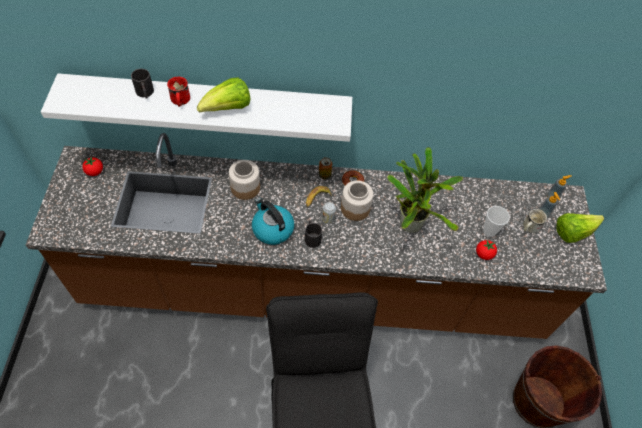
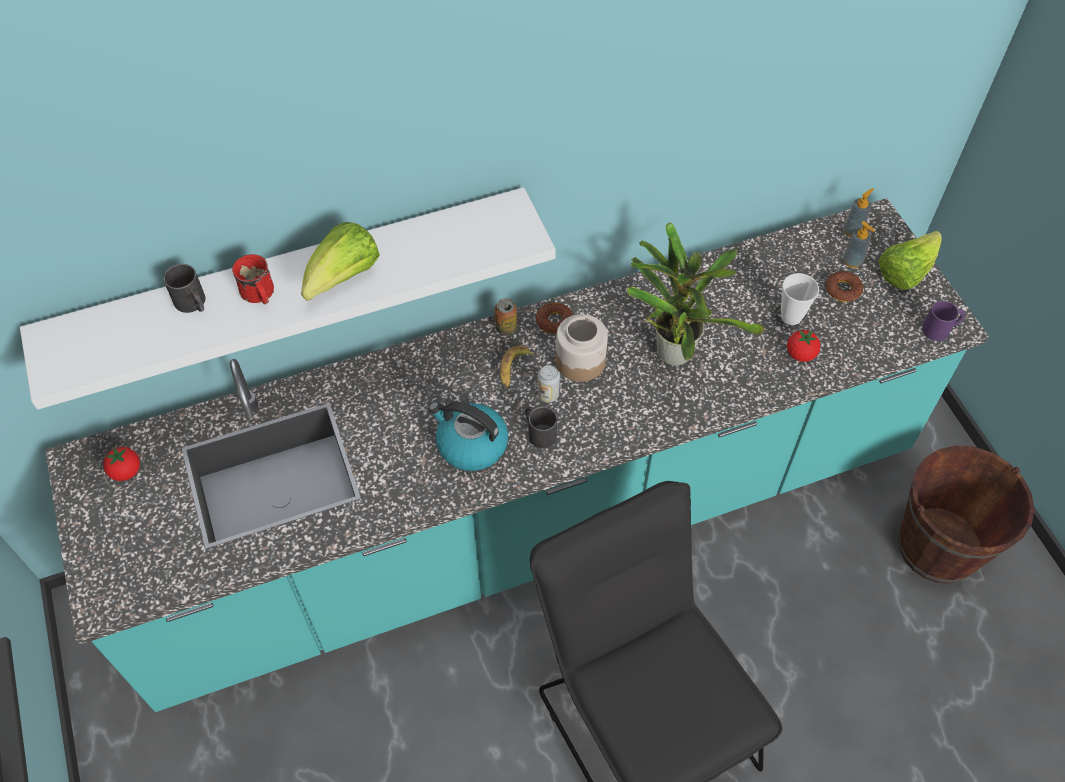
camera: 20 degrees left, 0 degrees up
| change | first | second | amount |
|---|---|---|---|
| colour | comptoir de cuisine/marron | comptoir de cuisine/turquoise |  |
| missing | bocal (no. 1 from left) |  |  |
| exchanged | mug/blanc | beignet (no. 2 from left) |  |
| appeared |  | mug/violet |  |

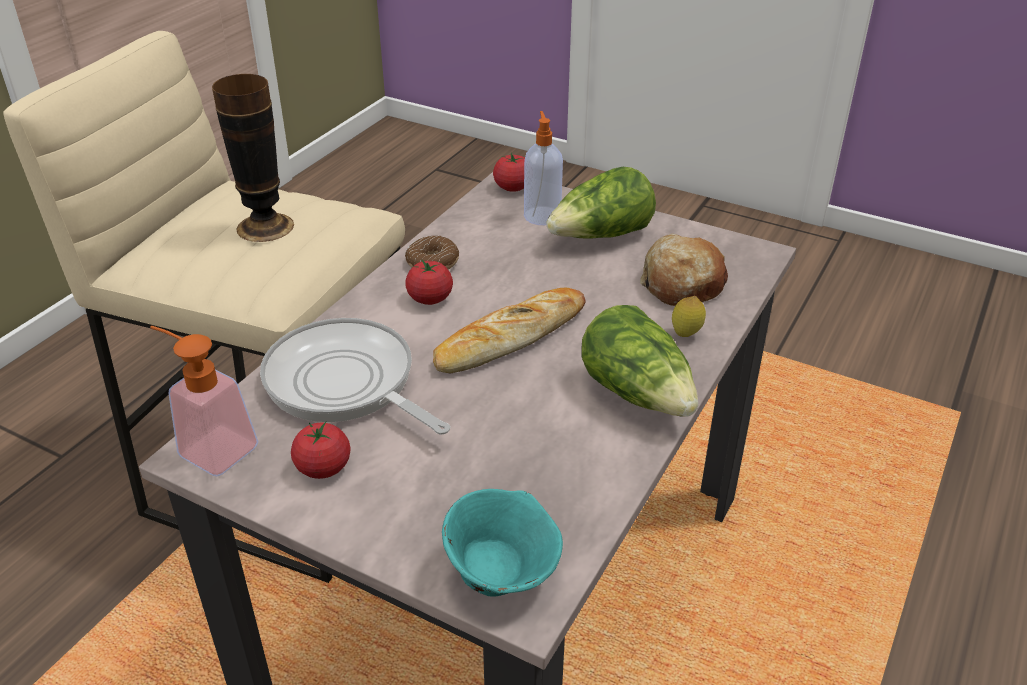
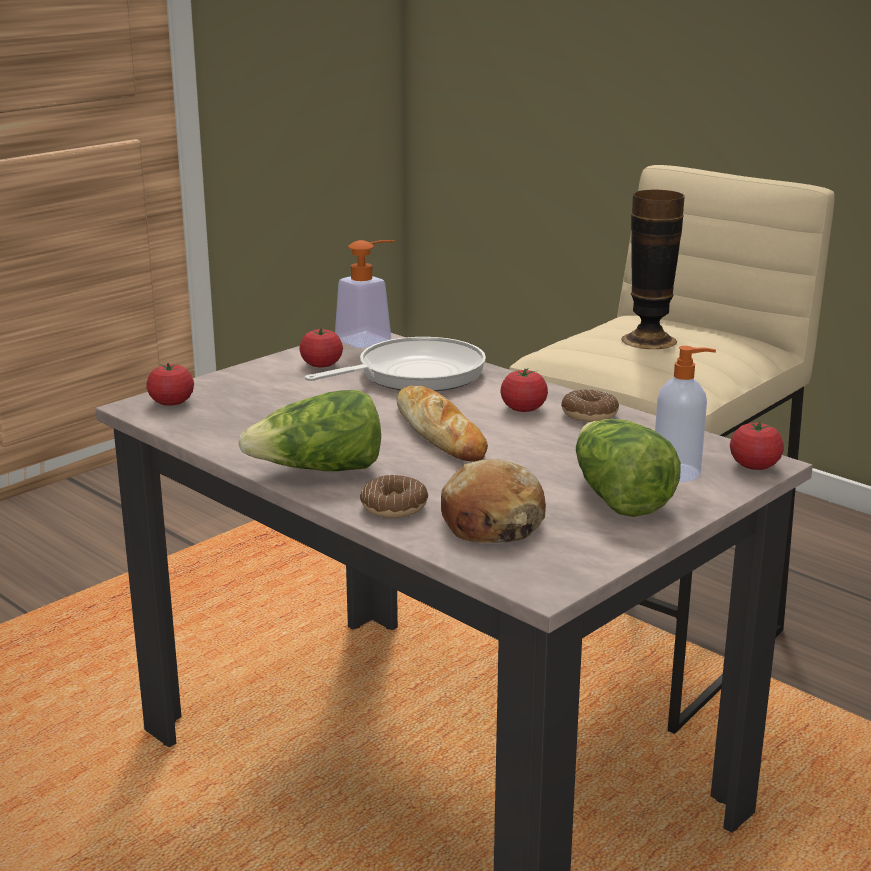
camera: 105 degrees right, 15 degrees down
| change | first | second | amount |
|---|---|---|---|
| exchanged | citron | beignet (no. 1 from left) |  |
| exchanged | bol/turquoise | tomate (no. 1 from left) |  |

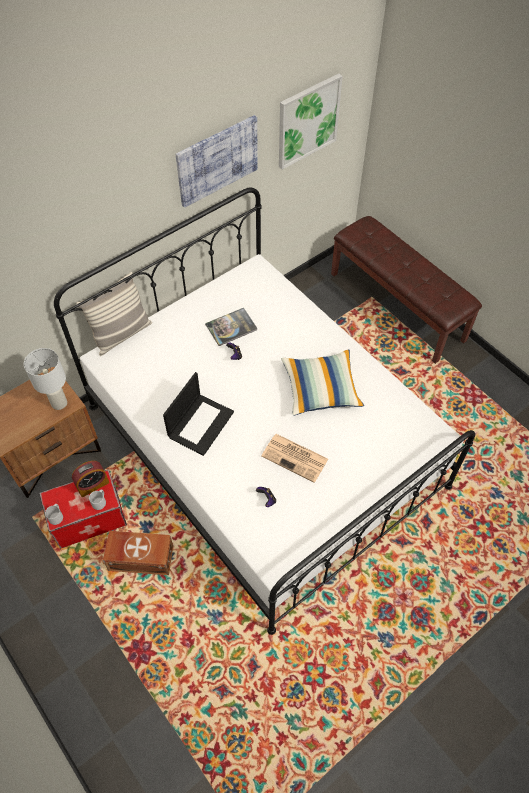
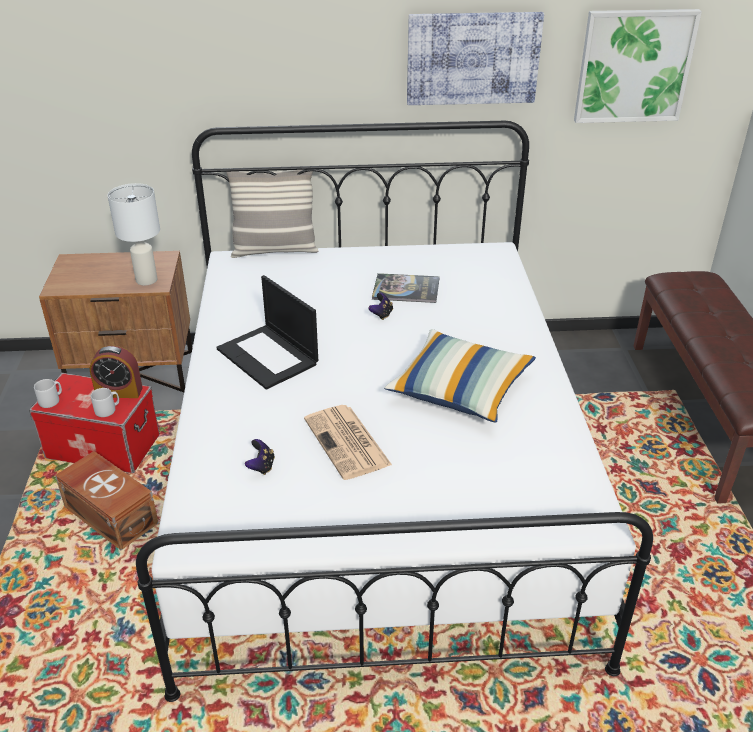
camera: 35 degrees right, 20 degrees down
| change | first | second | amount |
|---|---|---|---|
| spun | ordinateur portable |  | 75 degrees clockwise |

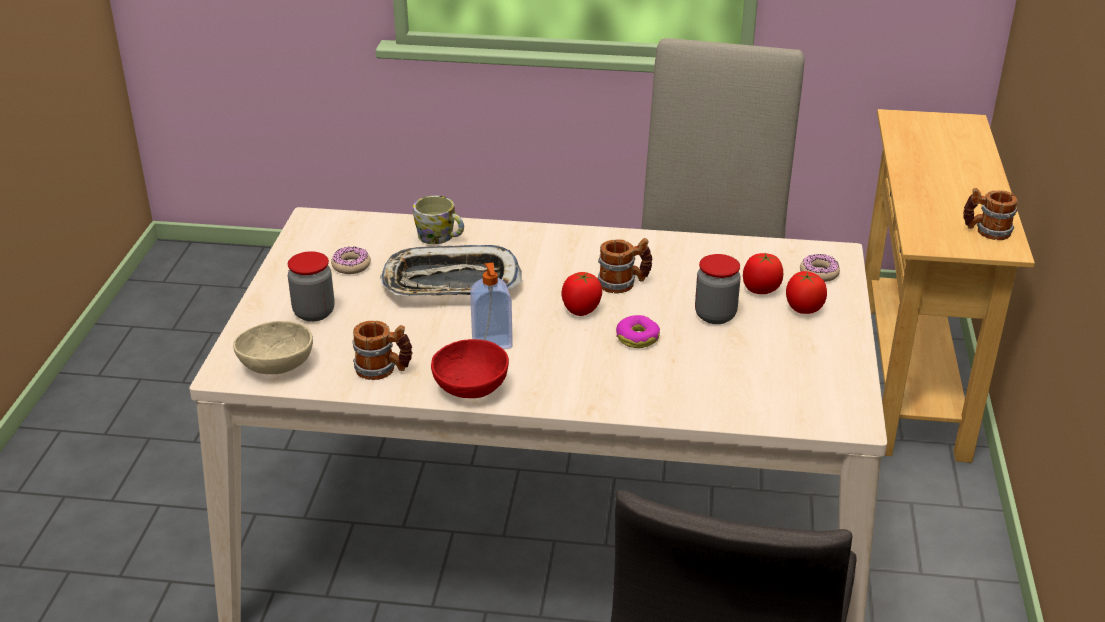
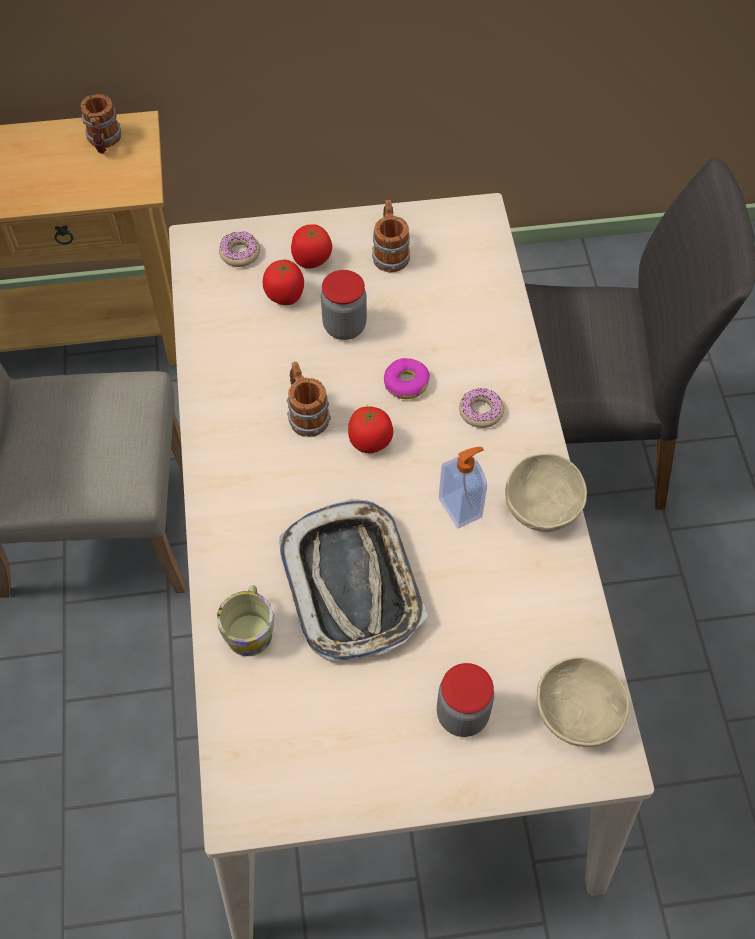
camera: 105 degrees left, 25 degrees up
| change | first | second | amount |
|---|---|---|---|
| relocated | beignet (no. 1 from left in the first image) | beignet (no. 3 from left) |  |
| relocated | mug (no. 1 from left in the first image) | mug (no. 4 from left) |  |
| colour | bol/rouge | bol/beige (no. 1 from left) |  |

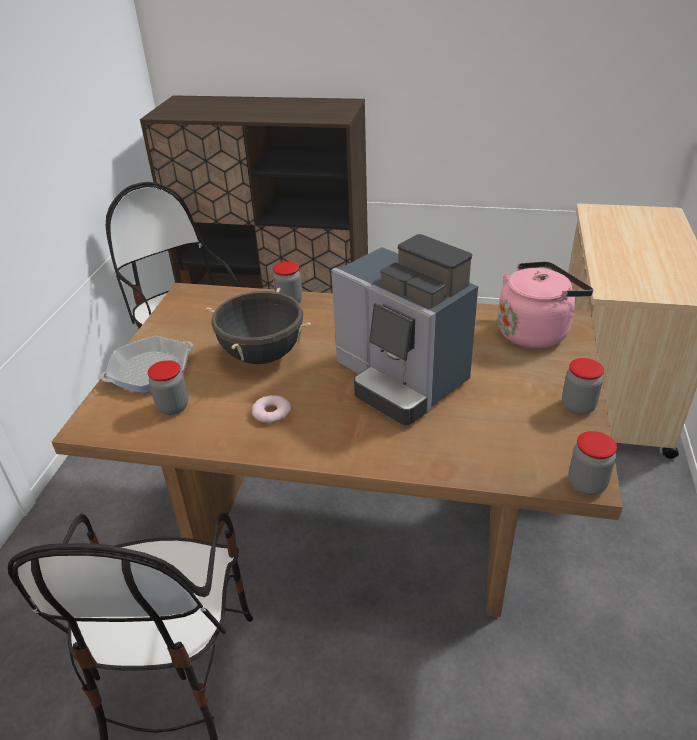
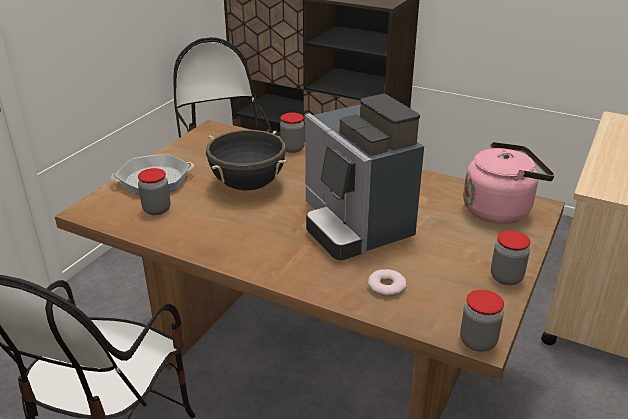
camera: 15 degrees right, 5 degrees down
| change | first | second | amount |
|---|---|---|---|
| relocated | beignet |  |  |

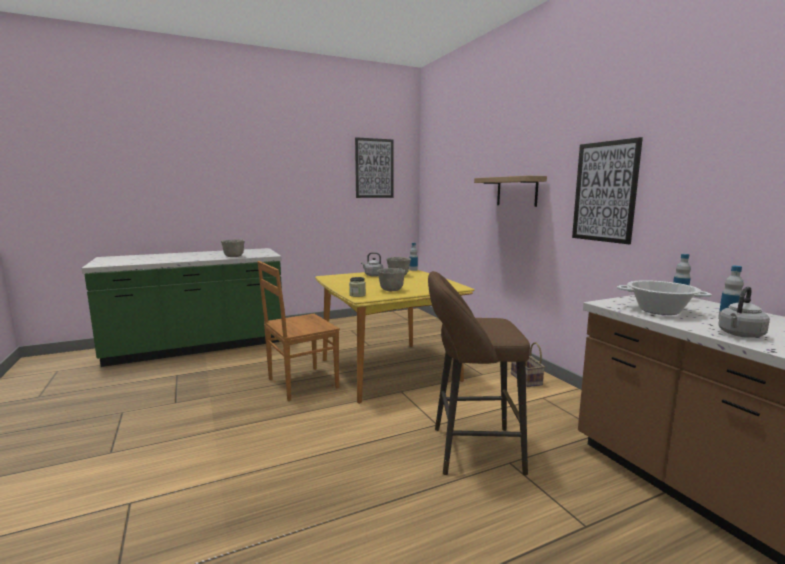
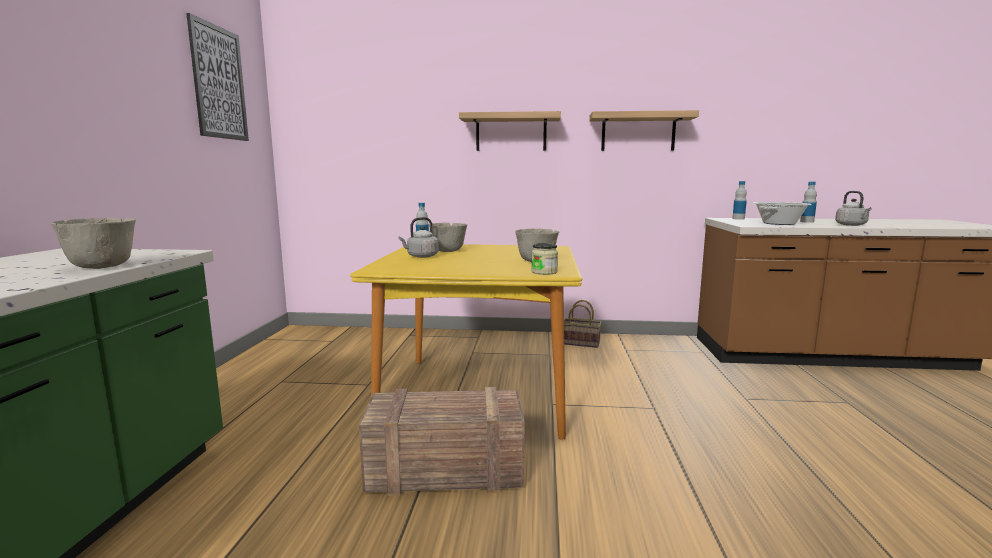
camera: 60 degrees left, 0 degrees up
| change | first | second | amount |
|---|---|---|---|
| exchanged | tableau (no. 2 from left) | étagère (no. 2 from left) |  |
| exchanged | chaise/marron | caisse |  |
| missing | tabouret/marron |  |  |

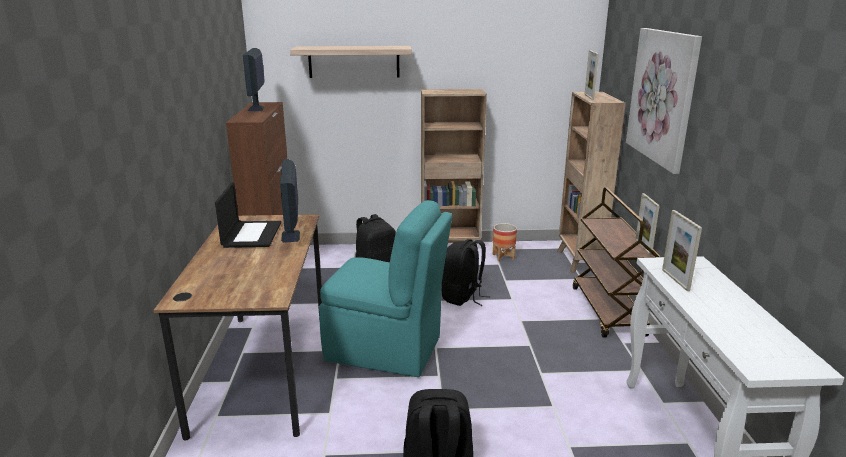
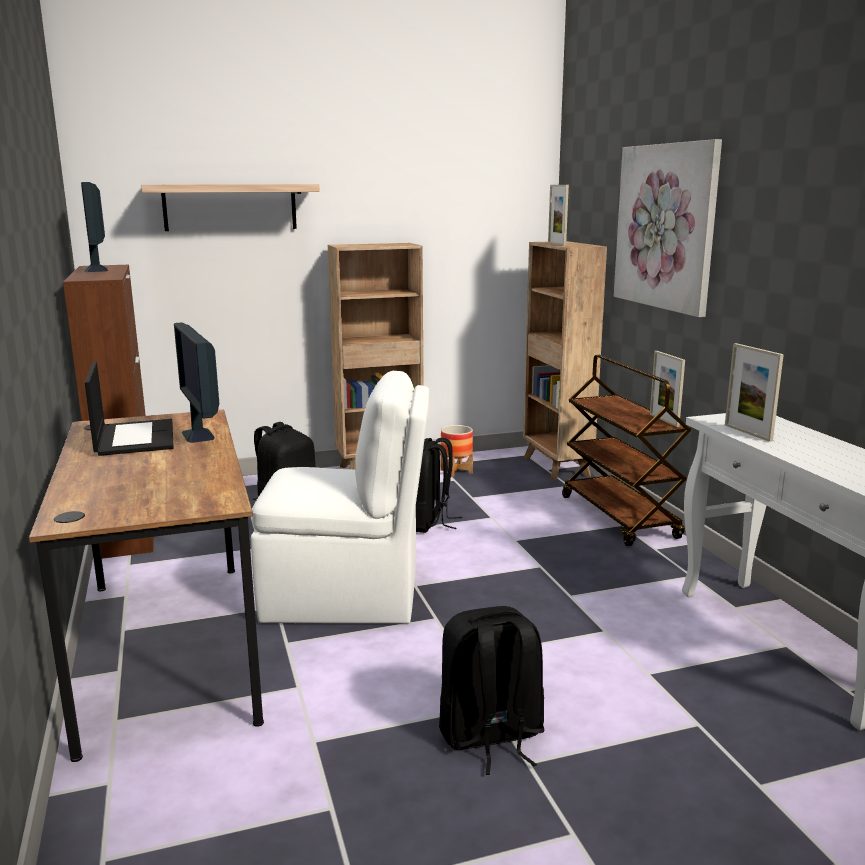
camera: 15 degrees left, 5 degrees down
| change | first | second | amount |
|---|---|---|---|
| colour | chaise/turquoise | chaise/blanc |  |

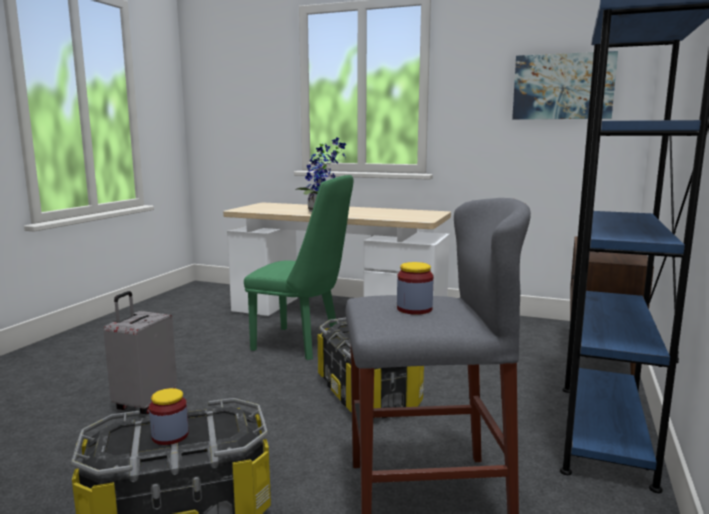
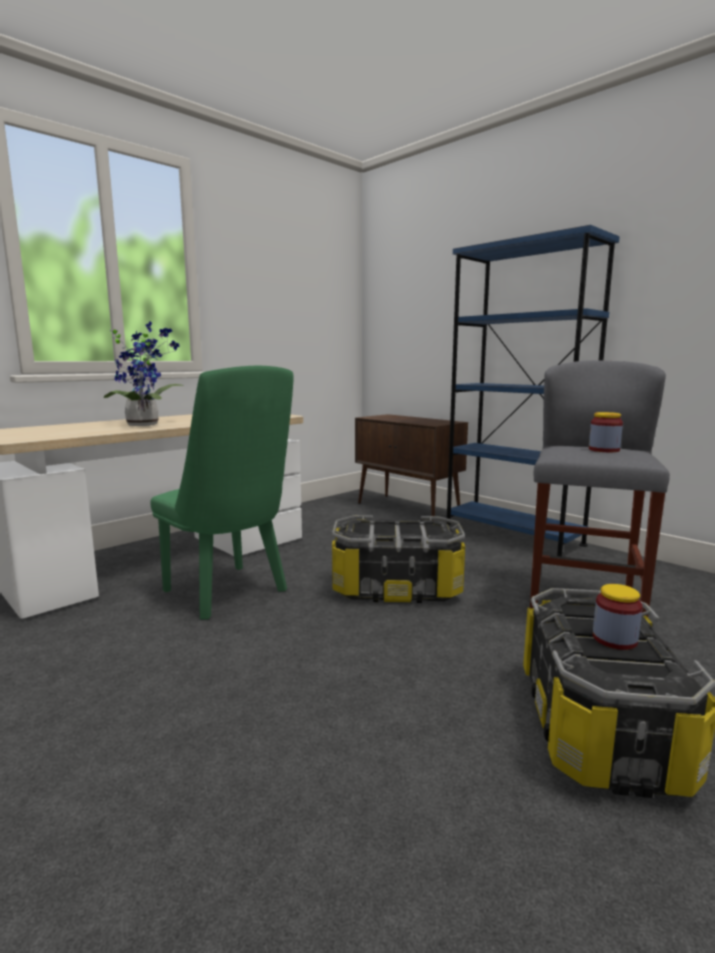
camera: 65 degrees left, 0 degrees up
| change | first | second | amount |
|---|---|---|---|
| missing | tableau |  |  |
| spun | chaise/vert |  | 90 degrees clockwise |
| missing | valise/gris |  |  |

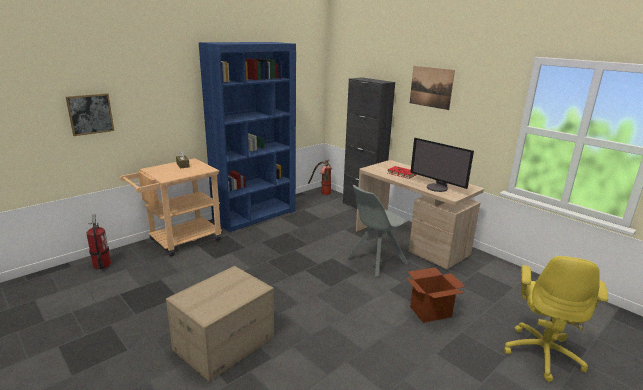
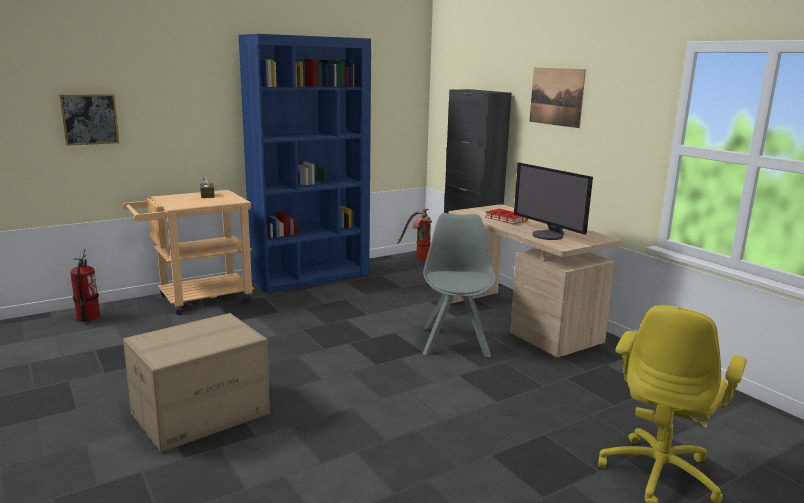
camera: 10 degrees right, 5 degrees down
| change | first | second | amount |
|---|---|---|---|
| spun | chaise/gris |  | 120 degrees clockwise |
| missing | carton (no. 2 from left) |  |  |

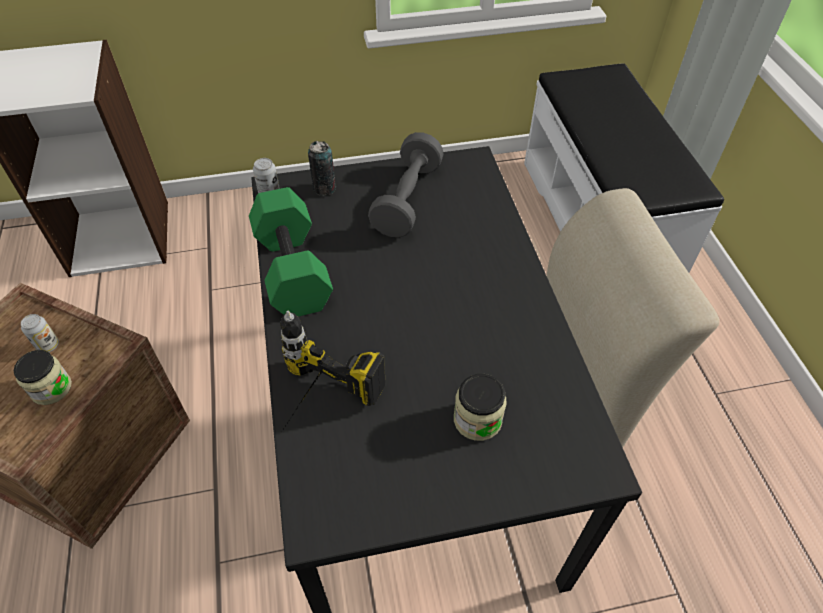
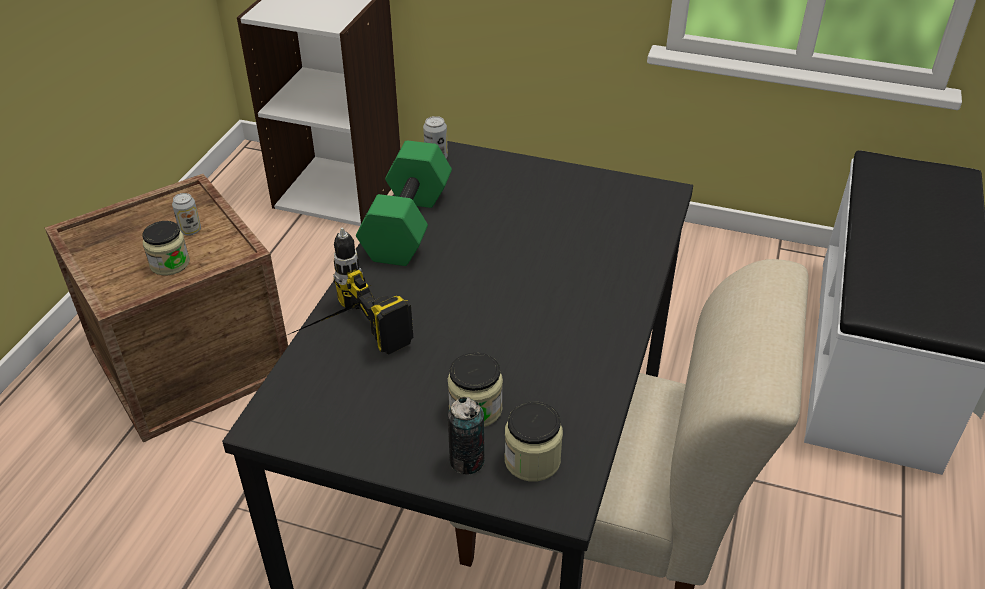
camera: 30 degrees right, 10 degrees down
| change | first | second | amount |
|---|---|---|---|
| missing | haltère/gris |  |  |
| relocated | boîte métallique (no. 3 from left) |  |  |
| appeared |  | bocal (no. 3 from left) |  |

